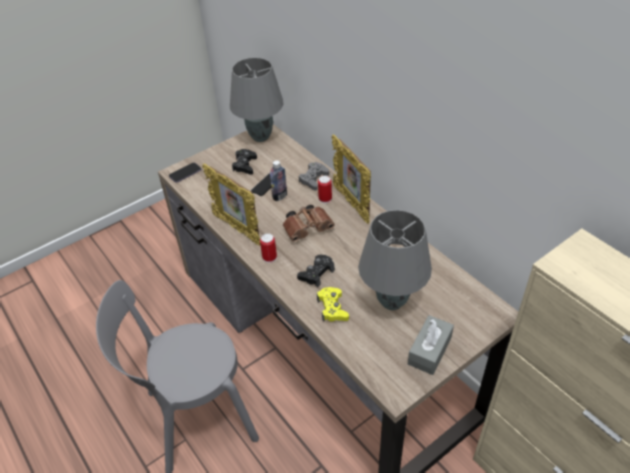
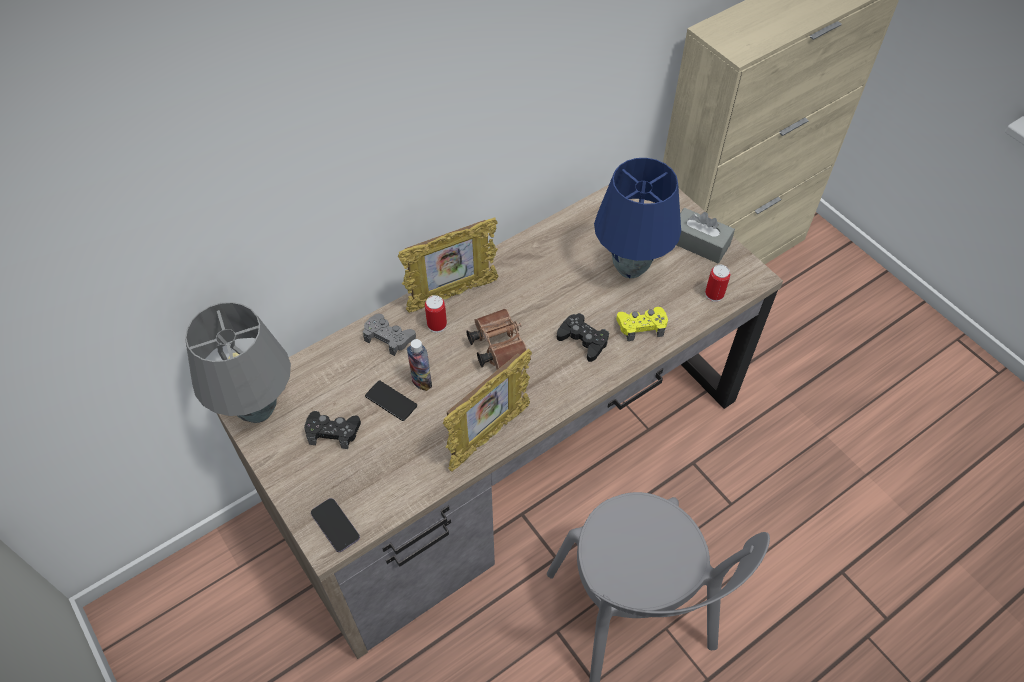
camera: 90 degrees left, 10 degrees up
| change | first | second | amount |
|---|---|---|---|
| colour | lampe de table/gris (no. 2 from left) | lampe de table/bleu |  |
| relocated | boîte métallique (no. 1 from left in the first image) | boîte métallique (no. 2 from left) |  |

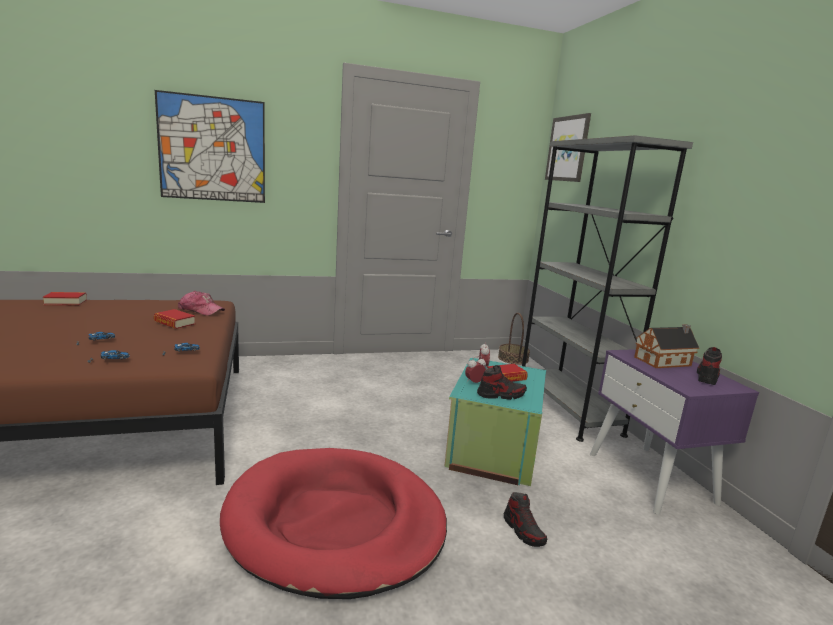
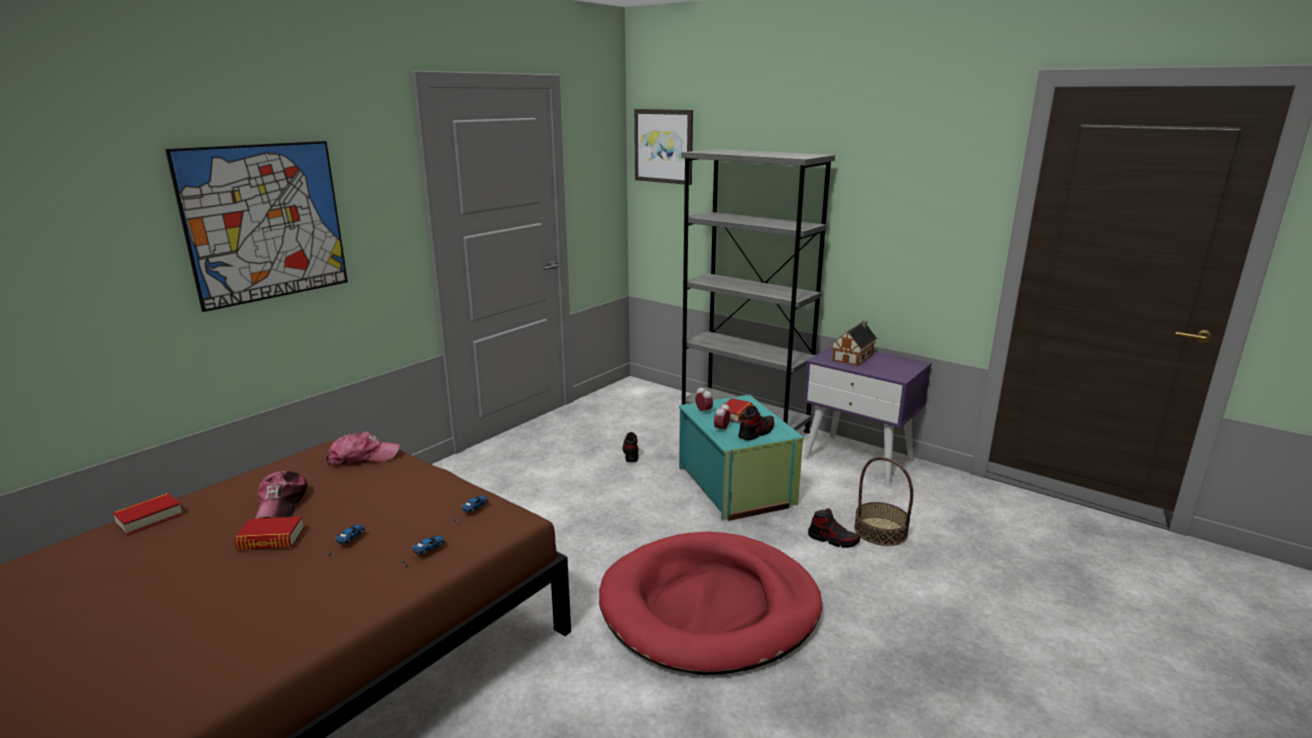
camera: 35 degrees left, 5 degrees up
| change | first | second | amount |
|---|---|---|---|
| relocated | livre (no. 2 from left) |  |  |
| relocated | panier |  |  |
| relocated | chaussure (no. 3 from left in the first image) | chaussure (no. 1 from left) |  |
| appeared |  | casquette (no. 1 from left) |  |

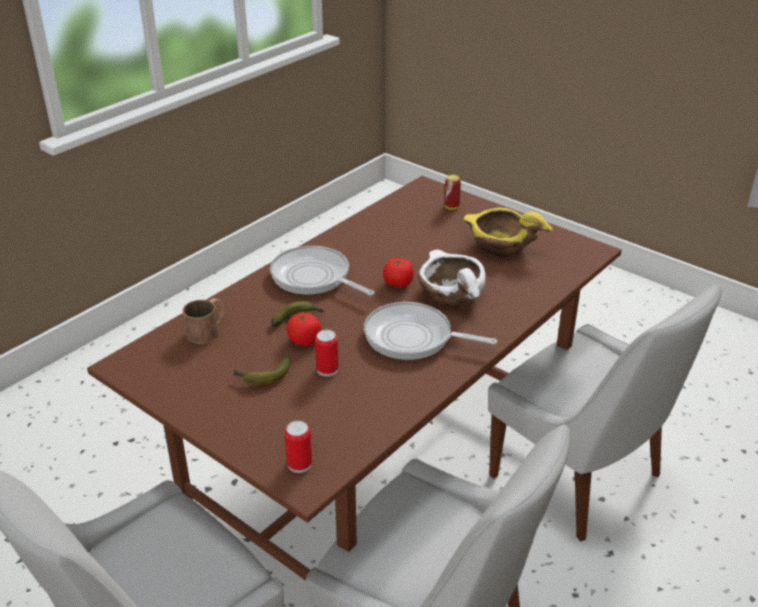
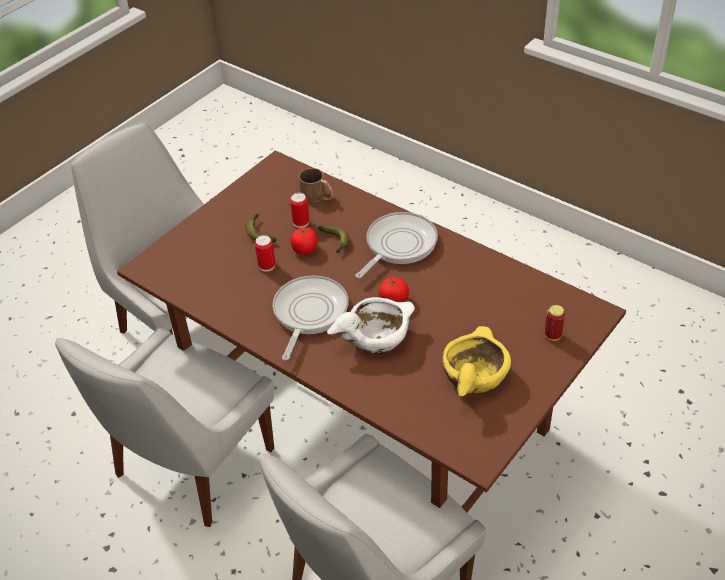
camera: 90 degrees right, 10 degrees up
| change | first | second | amount |
|---|---|---|---|
| relocated | boîte métallique (no. 1 from left in the first image) | boîte métallique (no. 2 from left) |  |

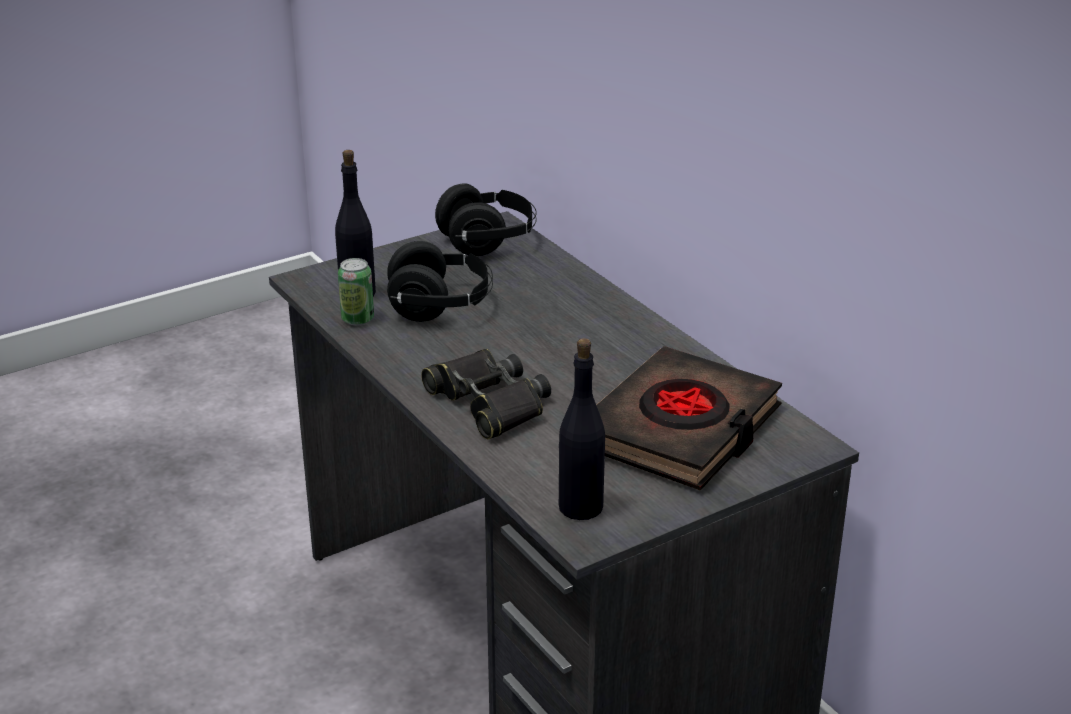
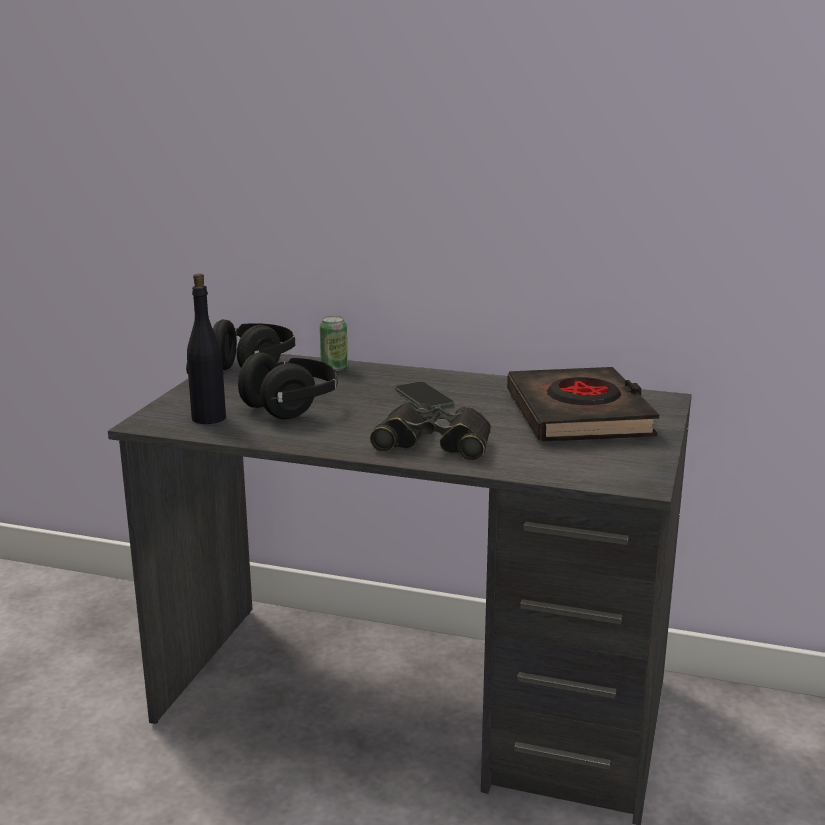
camera: 40 degrees left, 10 degrees down
| change | first | second | amount |
|---|---|---|---|
| relocated | boîte métallique |  |  |
| missing | bouteille/noir (no. 2 from left) |  |  |
| appeared |  | téléphone |  |

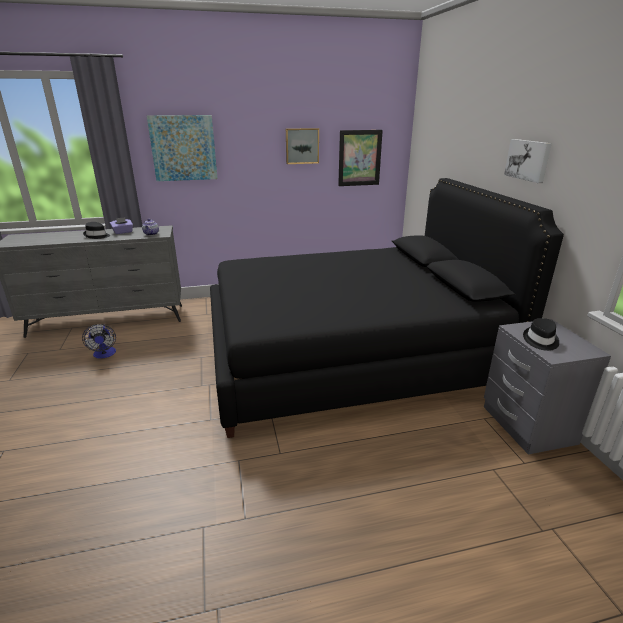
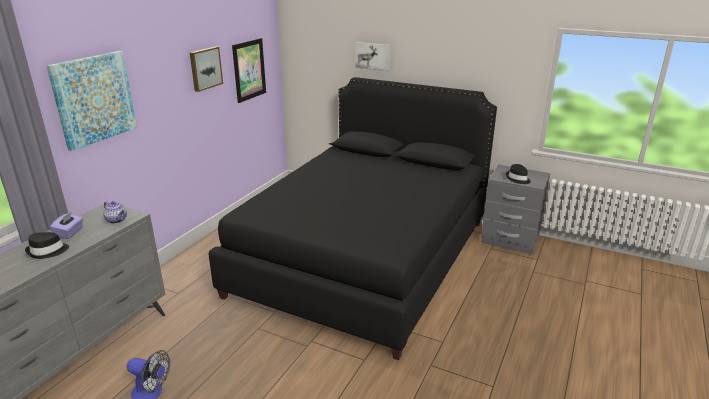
camera: 50 degrees left, 0 degrees up
| change | first | second | amount |
|---|---|---|---|
| relocated | tableau (no. 4 from left) |  |  |

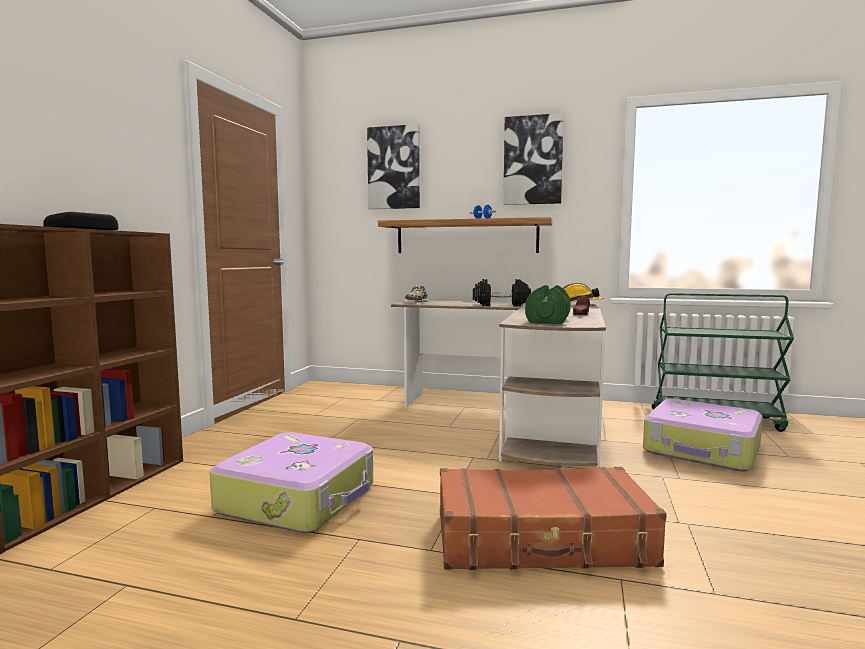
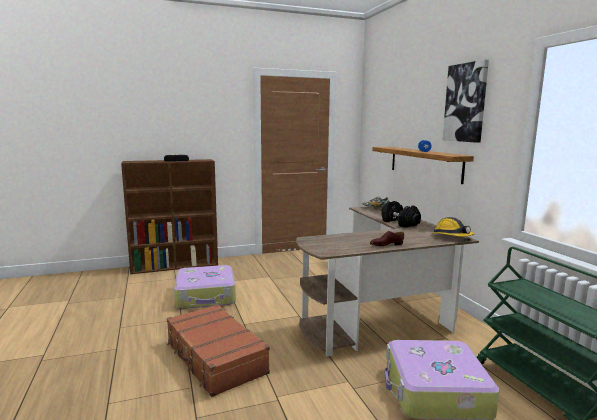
camera: 55 degrees right, 5 degrees up
| change | first | second | amount |
|---|---|---|---|
| missing | tableau (no. 1 from left) |  |  |
| missing | haltère/vert |  |  |

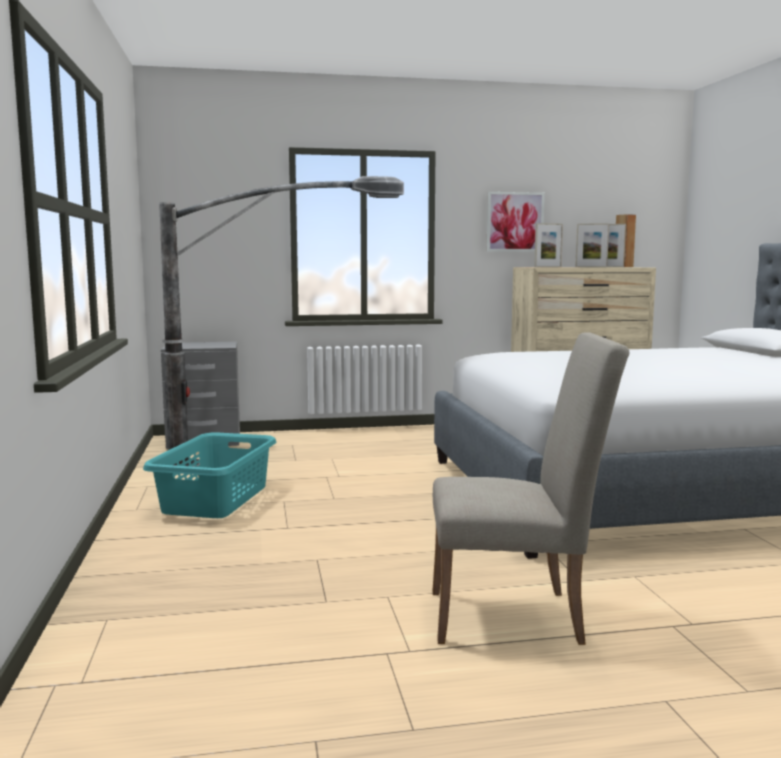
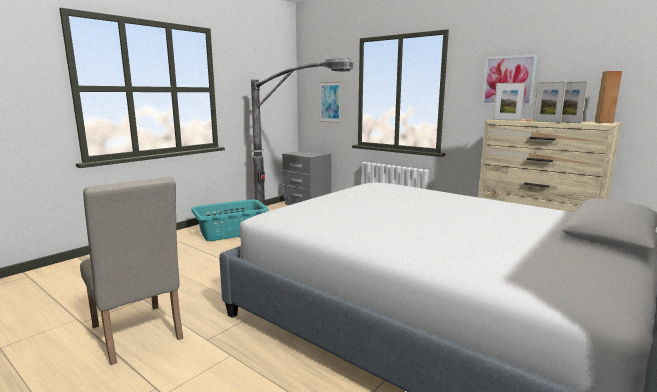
camera: 50 degrees right, 5 degrees up
| change | first | second | amount |
|---|---|---|---|
| appeared |  | tableau (no. 1 from left) |  |

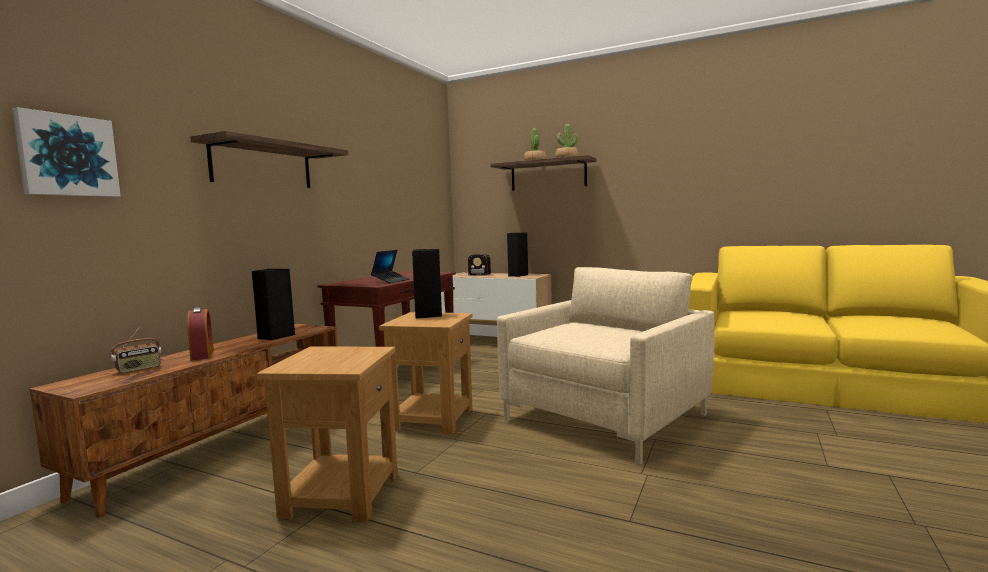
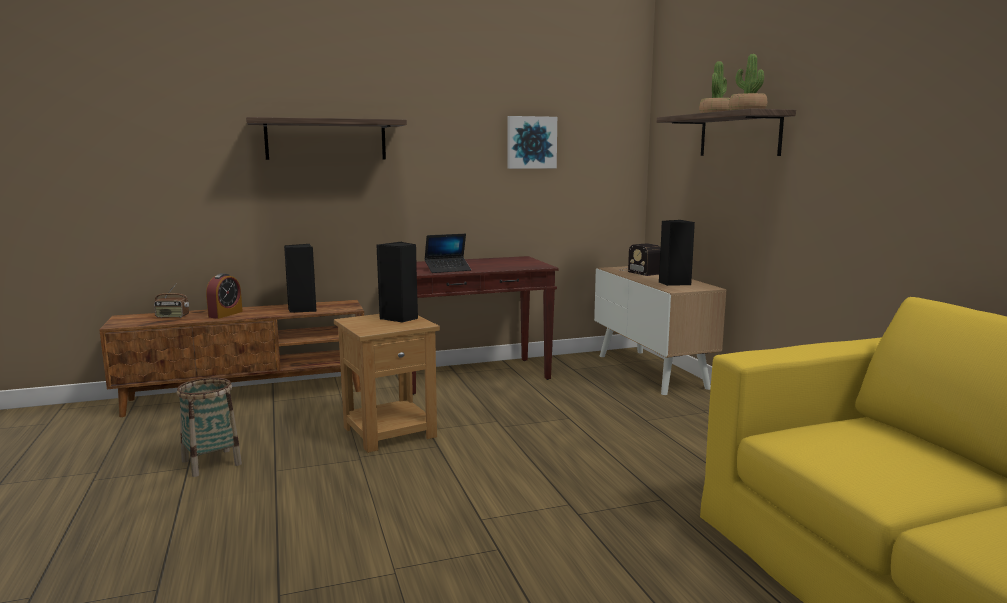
camera: 45 degrees right, 5 degrees up
| change | first | second | amount |
|---|---|---|---|
| relocated | tableau |  |  |
| missing | fauteuil/beige |  |  |
| exchanged | table d'appoint/marron (no. 1 from left) | panier |  |

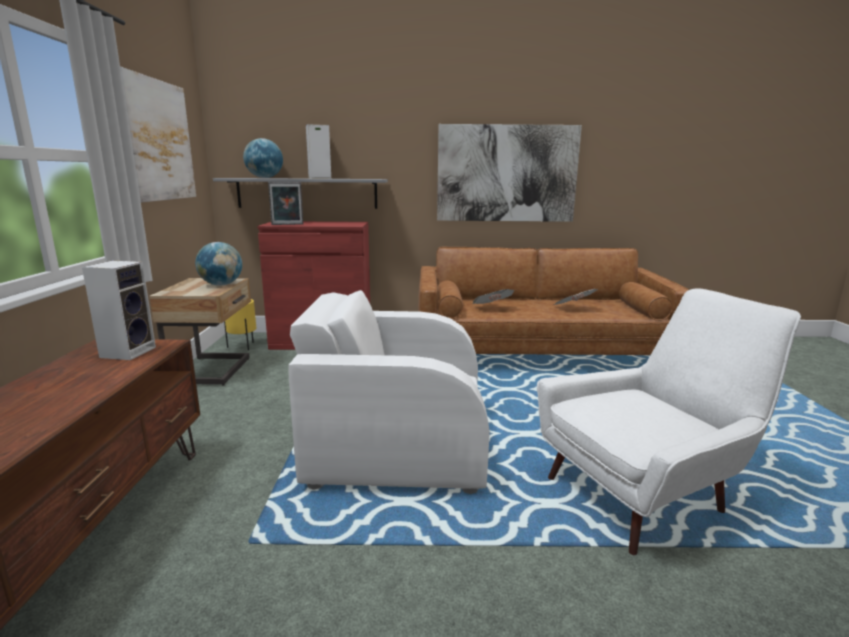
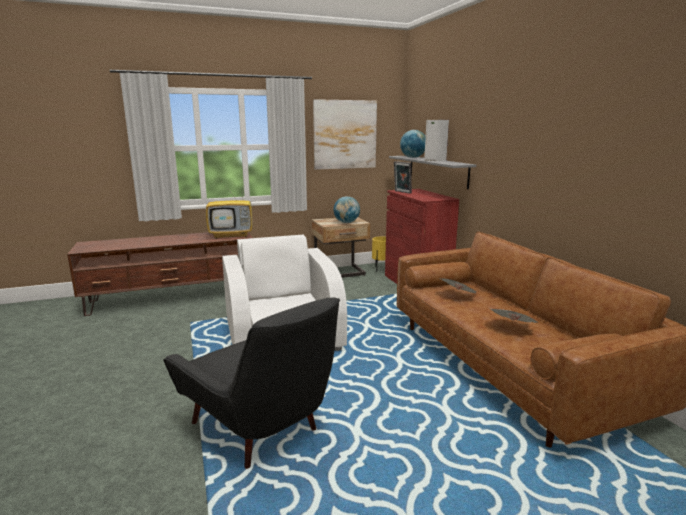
camera: 70 degrees right, 0 degrees up
| change | first | second | amount |
|---|---|---|---|
| missing | tableau (no. 2 from left) |  |  |
| exchanged | enceinte (no. 1 from left) | téléviseur |  |
| colour | fauteuil/blanc (no. 2 from left) | fauteuil/noir |  |

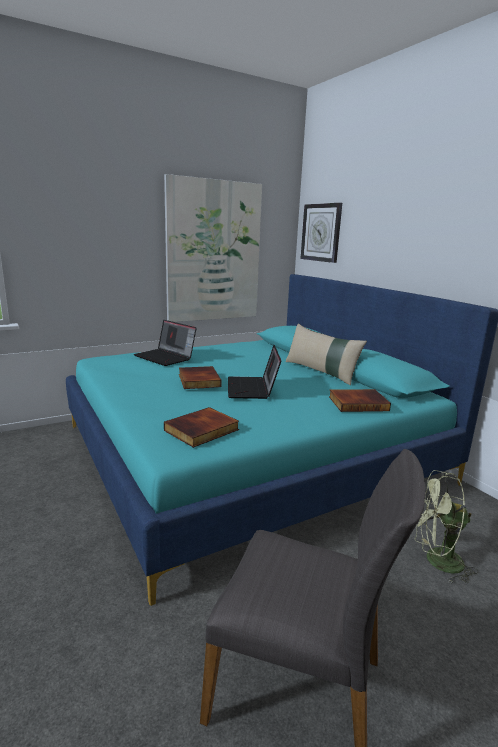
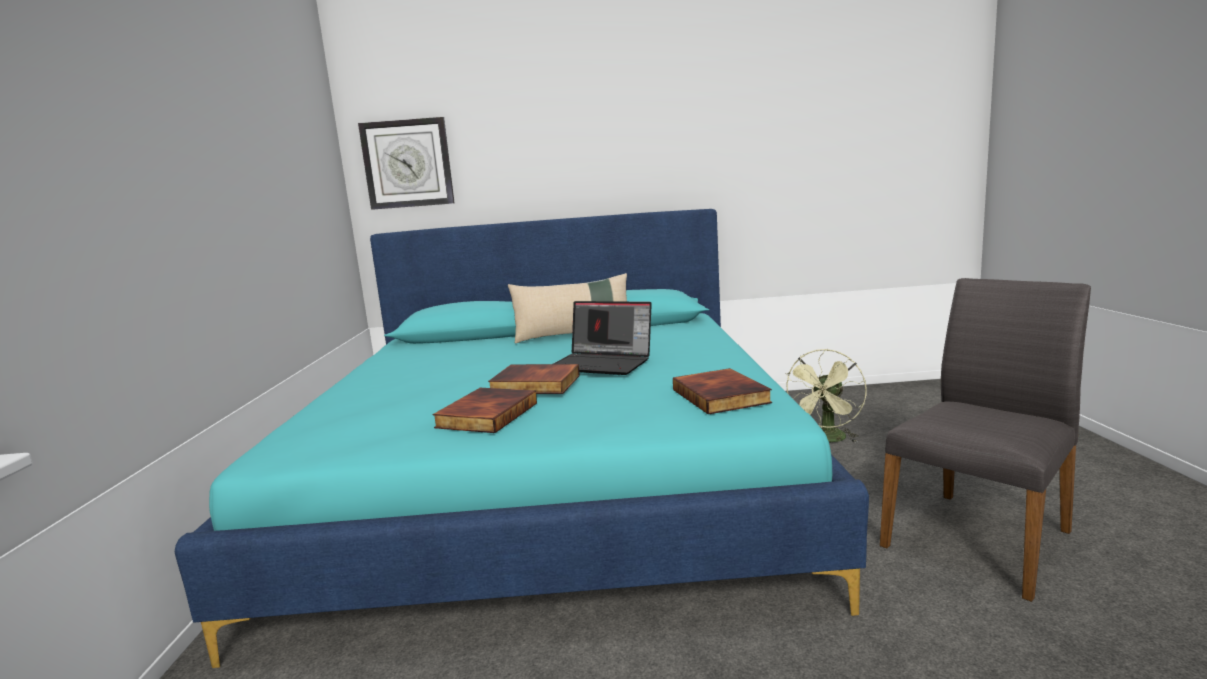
camera: 60 degrees left, 5 degrees down
| change | first | second | amount |
|---|---|---|---|
| missing | tableau |  |  |
| missing | ordinateur portable (no. 1 from left) |  |  |
| relocated | livre (no. 3 from left in the first image) | livre (no. 1 from left) |  |

